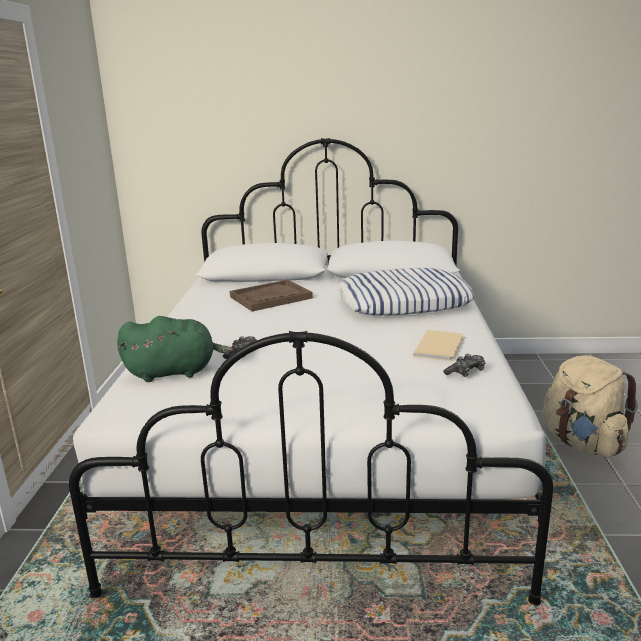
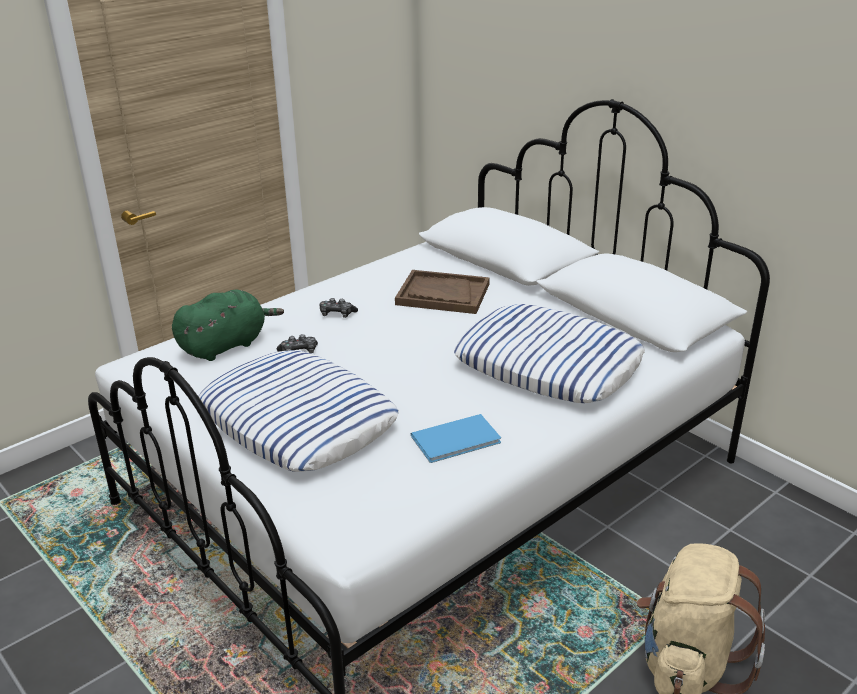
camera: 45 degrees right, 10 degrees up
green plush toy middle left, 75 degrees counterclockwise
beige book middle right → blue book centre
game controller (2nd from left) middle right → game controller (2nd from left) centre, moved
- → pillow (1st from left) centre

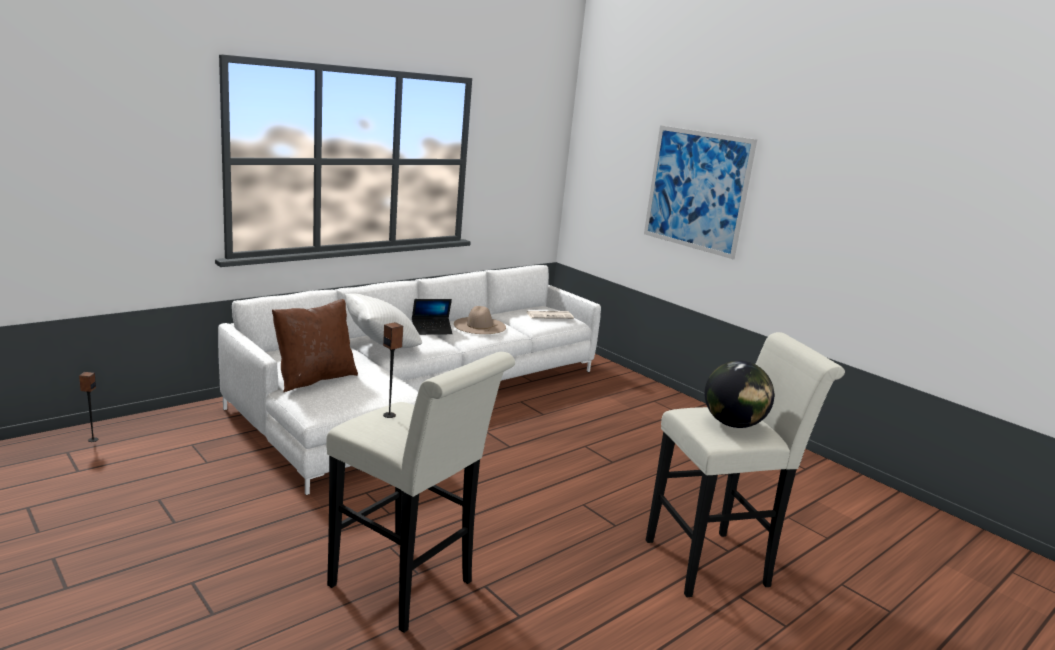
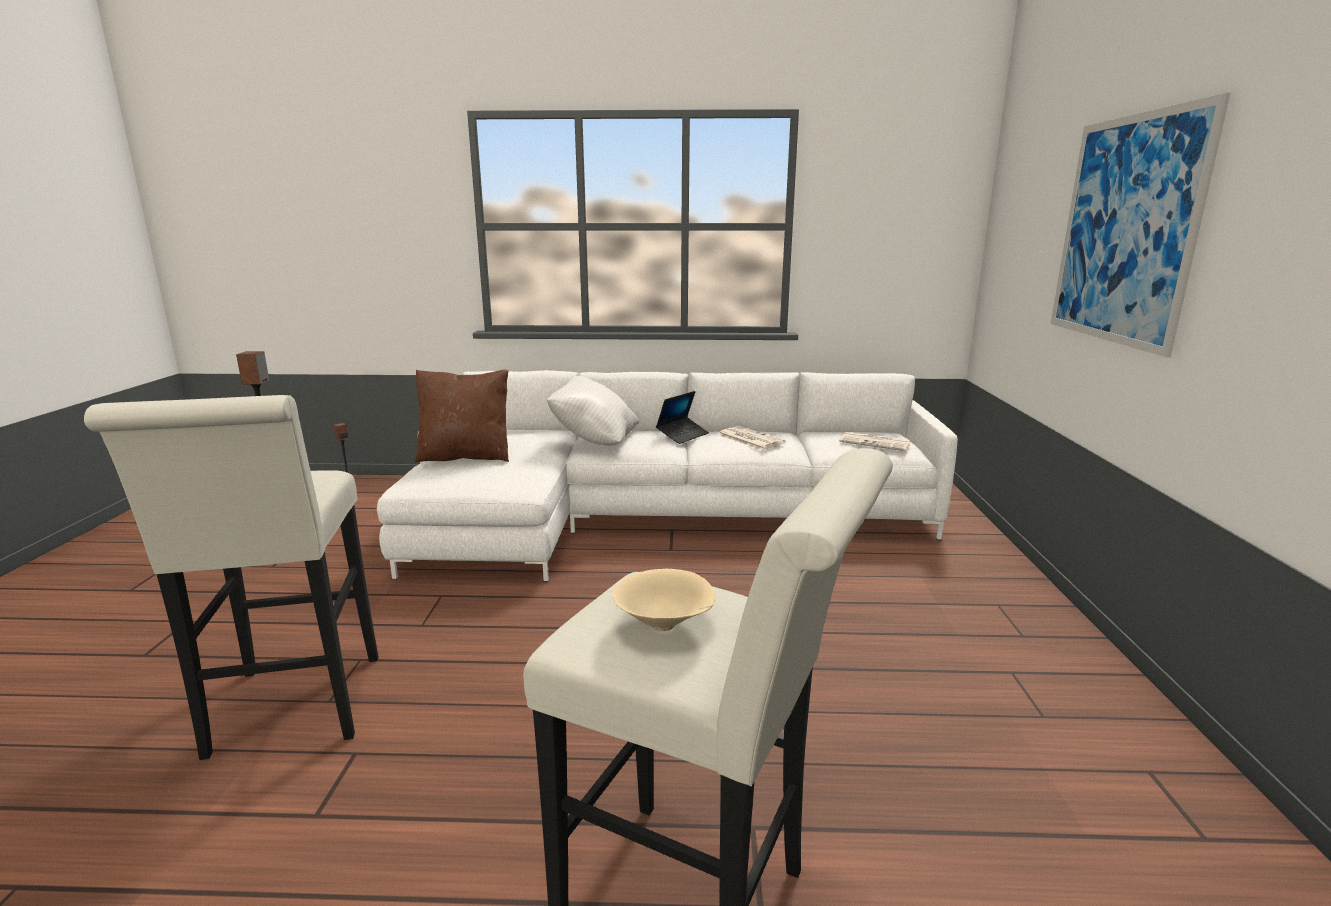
camera: 45 degrees right, 0 degrees up
laptop centre, 75 degrees counterclockwise
beige hat centre → newspaper (1st from left) centre
globe middle right → beige bowl centre

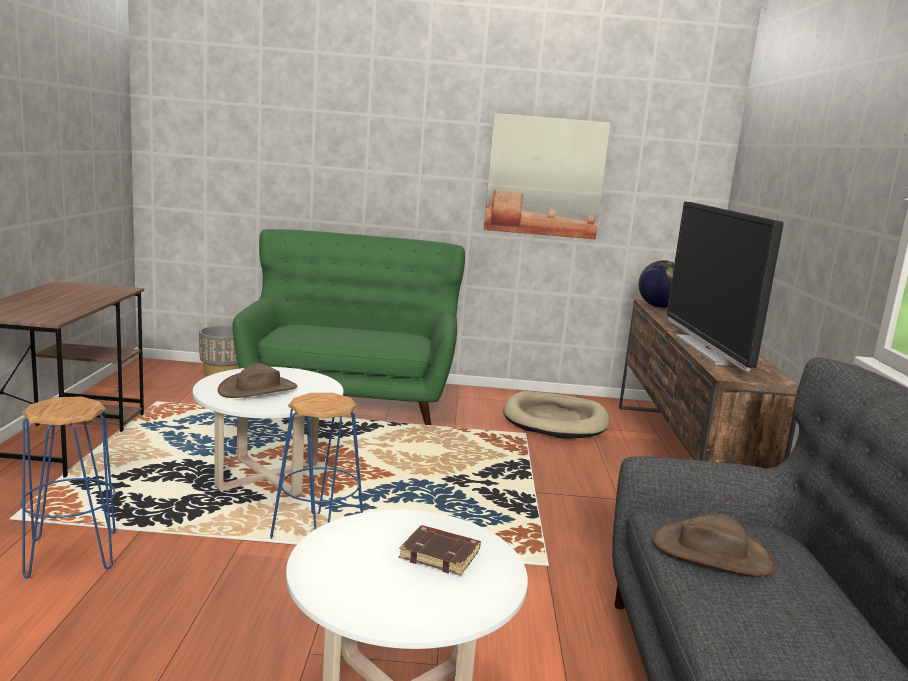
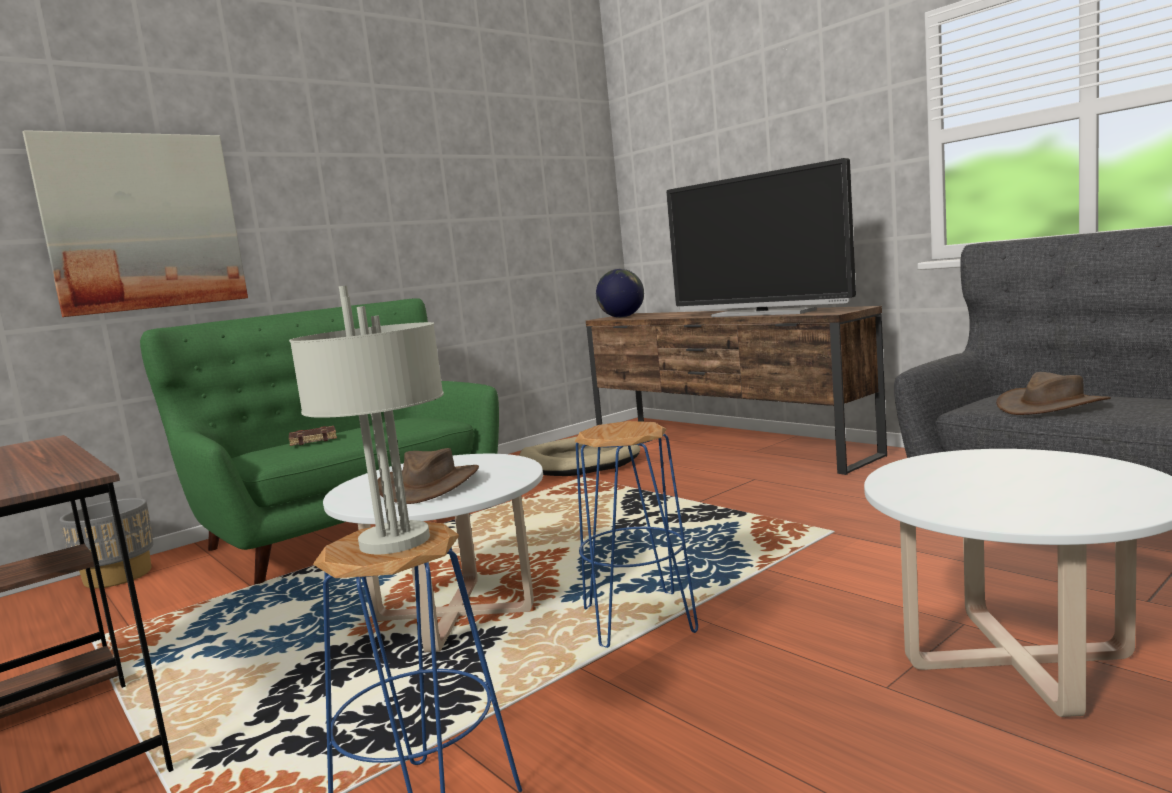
camera: 40 degrees left, 5 degrees down
brown book bottom centre → brown book middle left, moved
picture top centre → picture top left, moved
- → grey table lamp middle left

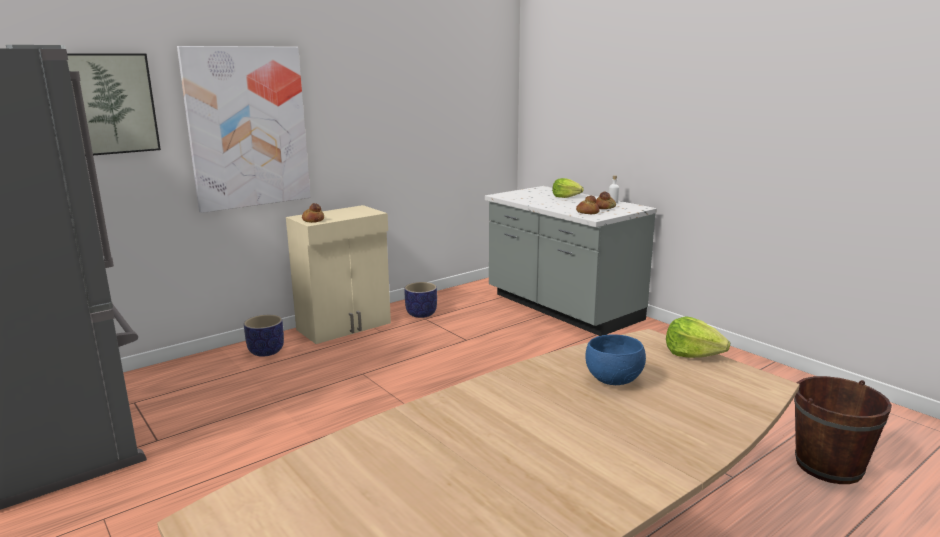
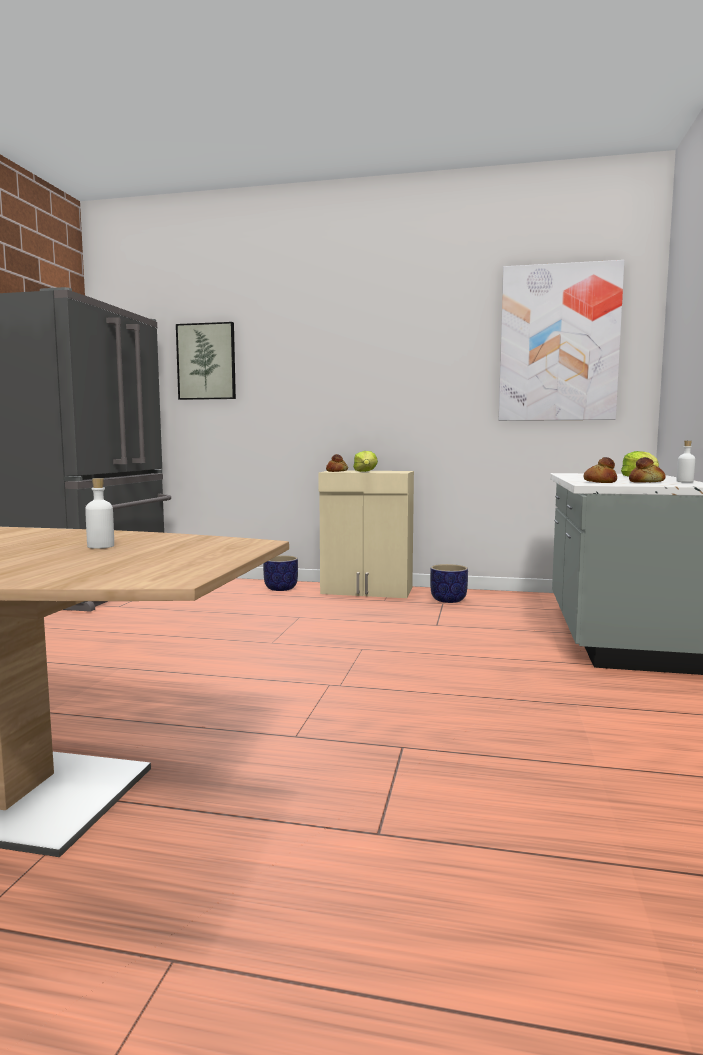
camera: 50 degrees right, 10 degrees down
picture (2nd from left) top left → picture (2nd from left) top right, moved
blue bowl bottom centre → white bottle (1st from left) middle left
lettuce (2nd from left in the first image) middle right → lettuce (1st from left) centre, moved
brown bucket bottom right → -

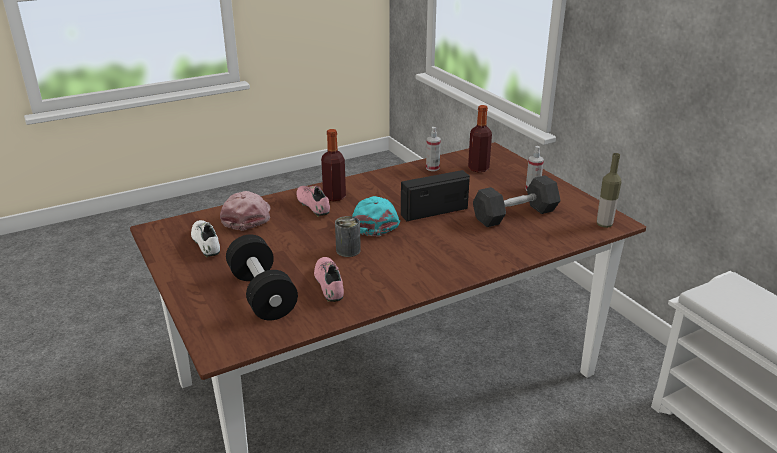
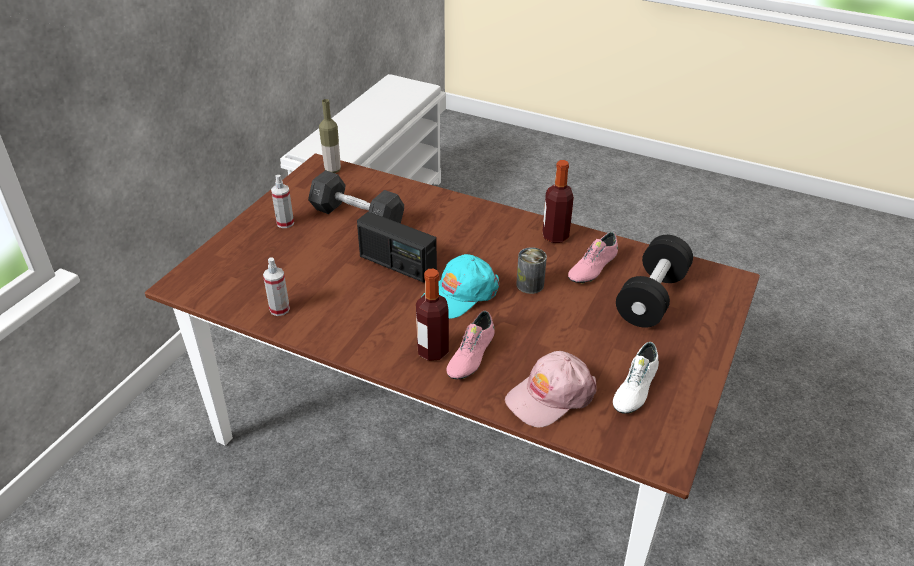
camera: 125 degrees left, 10 degrees up
bottle (2nd from left in the first image) top centre → bottle (3rd from left) centre, moved

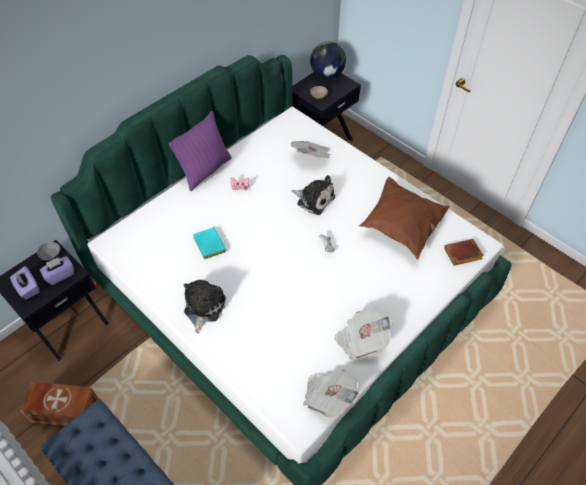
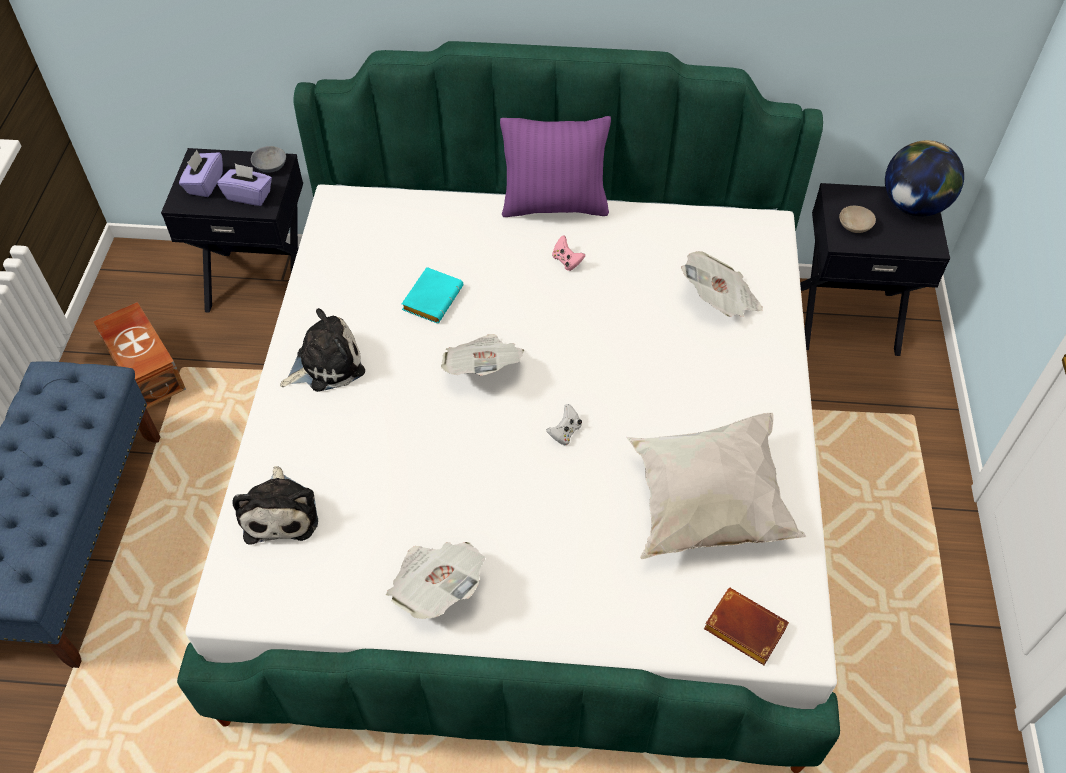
camera: 50 degrees right, 0 degrees up
plush toy (2nd from left in the first image) centre → plush toy (1st from left) middle left, moved
newspaper (2nd from left) bottom centre → newspaper (2nd from left) centre, moved
brown pillow middle right → white pillow middle right

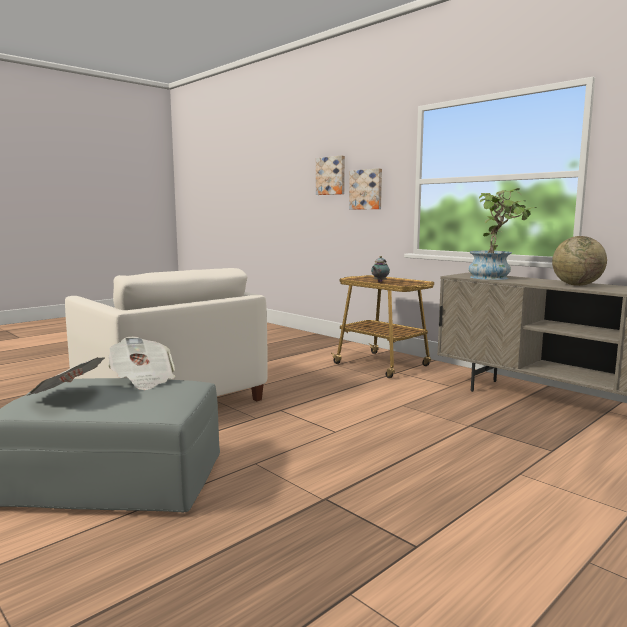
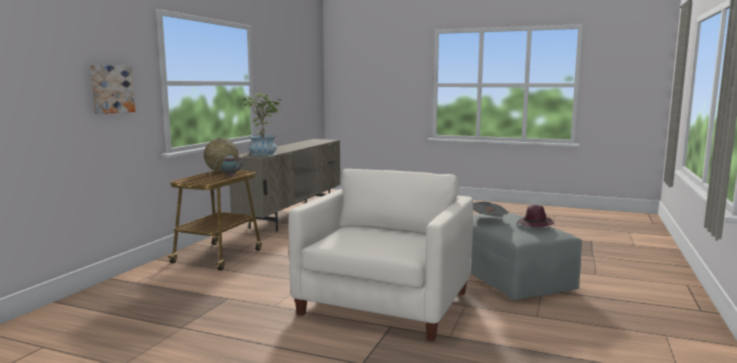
camera: 115 degrees left, 0 degrees up
newspaper (1st from left) middle left → purple hat middle right
picture (1st from left) top centre → -
globe middle right → globe middle left, moved

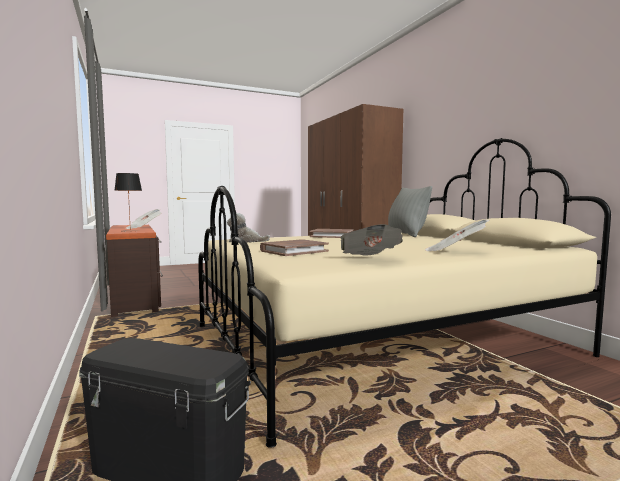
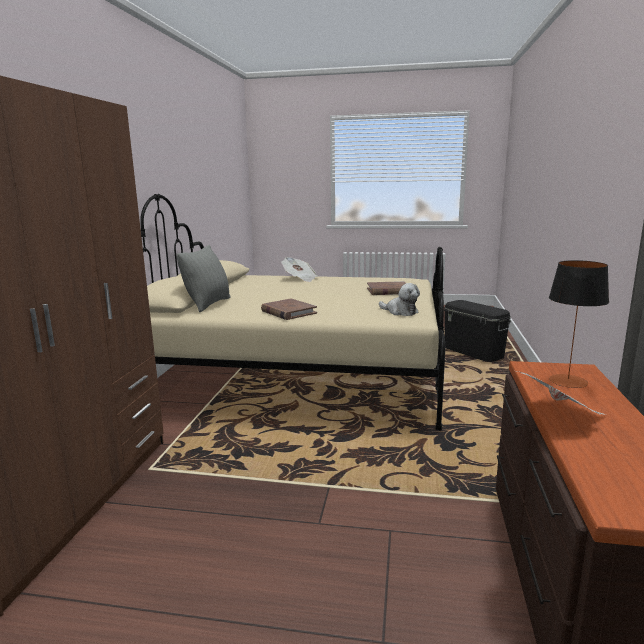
camera: 145 degrees left, 10 degrees up
newspaper (2nd from left) centre → -

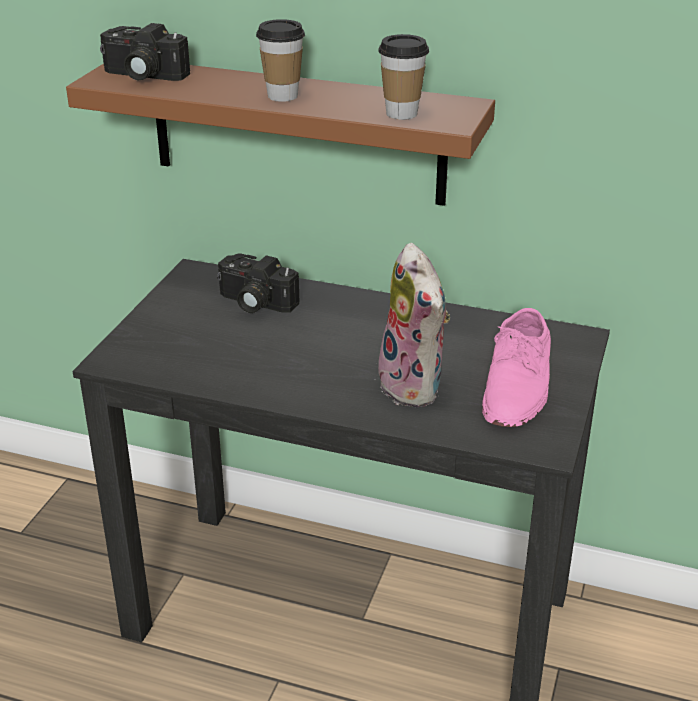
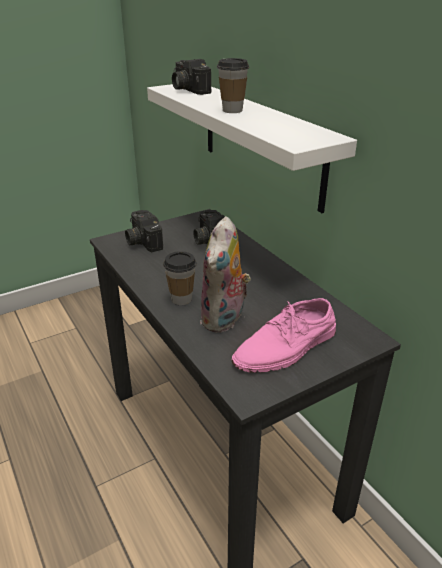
camera: 40 degrees right, 0 degrees up
brown shelf top centre → white shelf top centre
cup (2nd from left in the first image) top centre → cup (1st from left) centre, moved
- → photo camera (1st from left) middle left

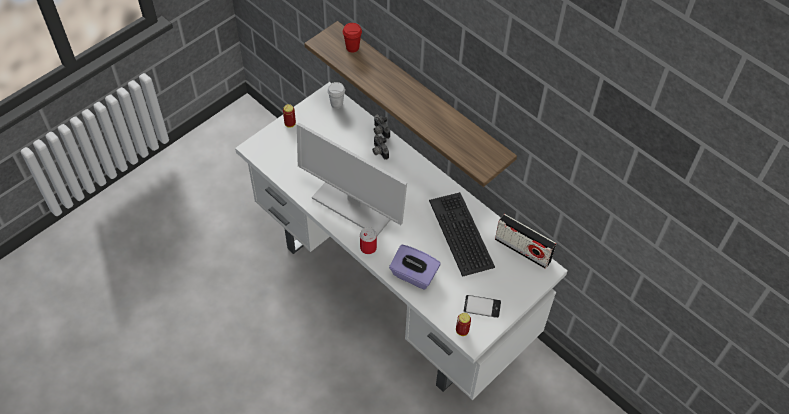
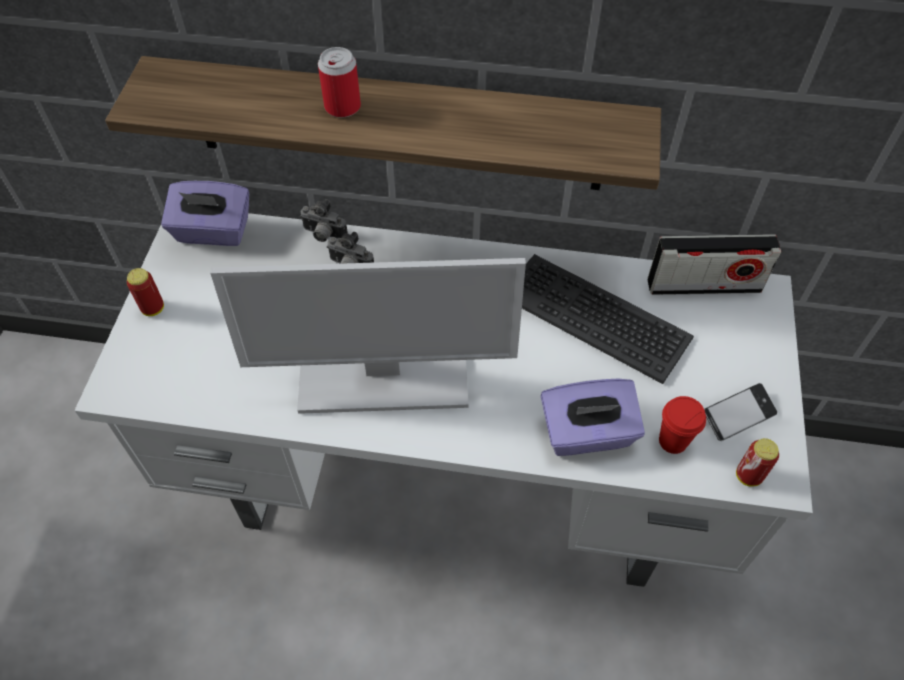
camera: 35 degrees left, 0 degrees up
white cup top centre → purple tissue box (1st from left) top left
red cup top centre → red cup middle right, moved
can (2nd from left) centre → can (2nd from left) top centre, moved

